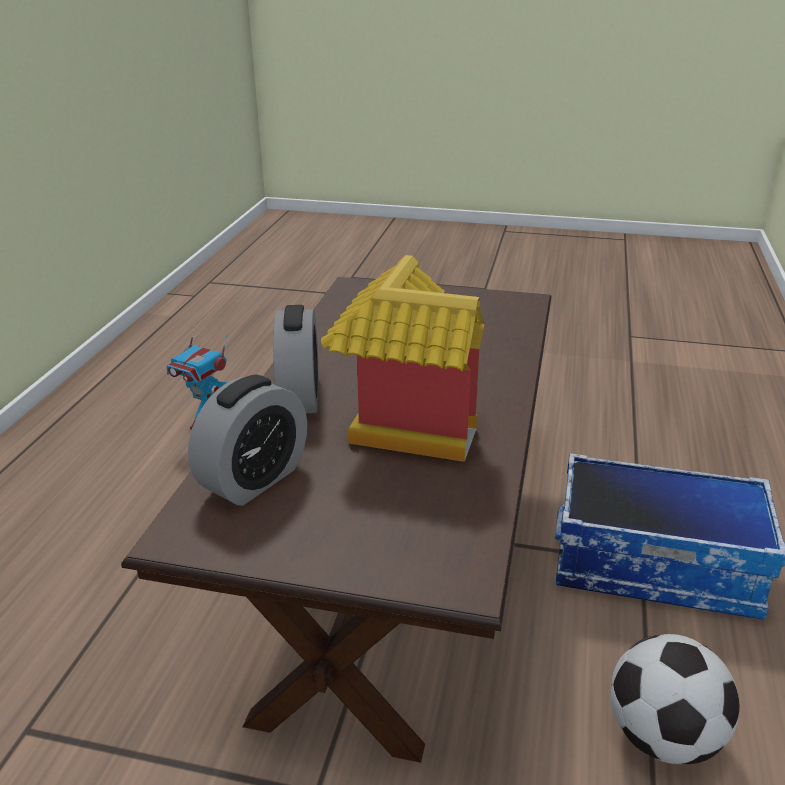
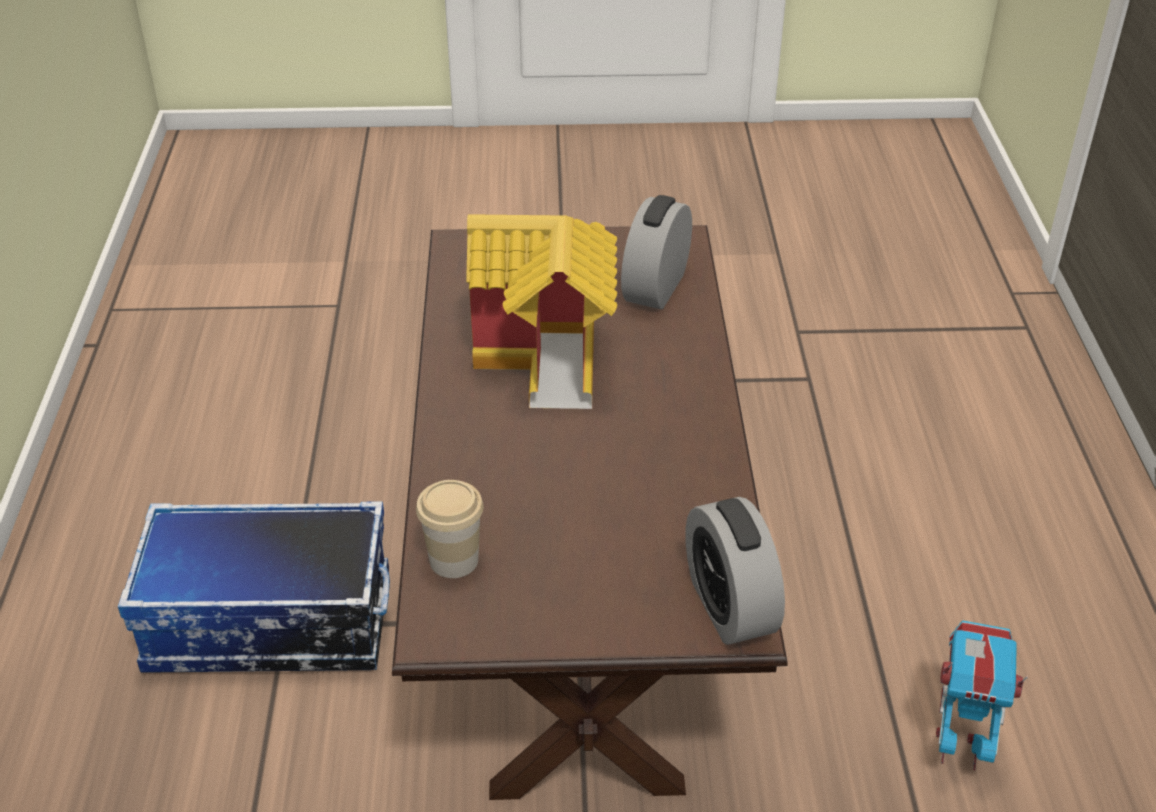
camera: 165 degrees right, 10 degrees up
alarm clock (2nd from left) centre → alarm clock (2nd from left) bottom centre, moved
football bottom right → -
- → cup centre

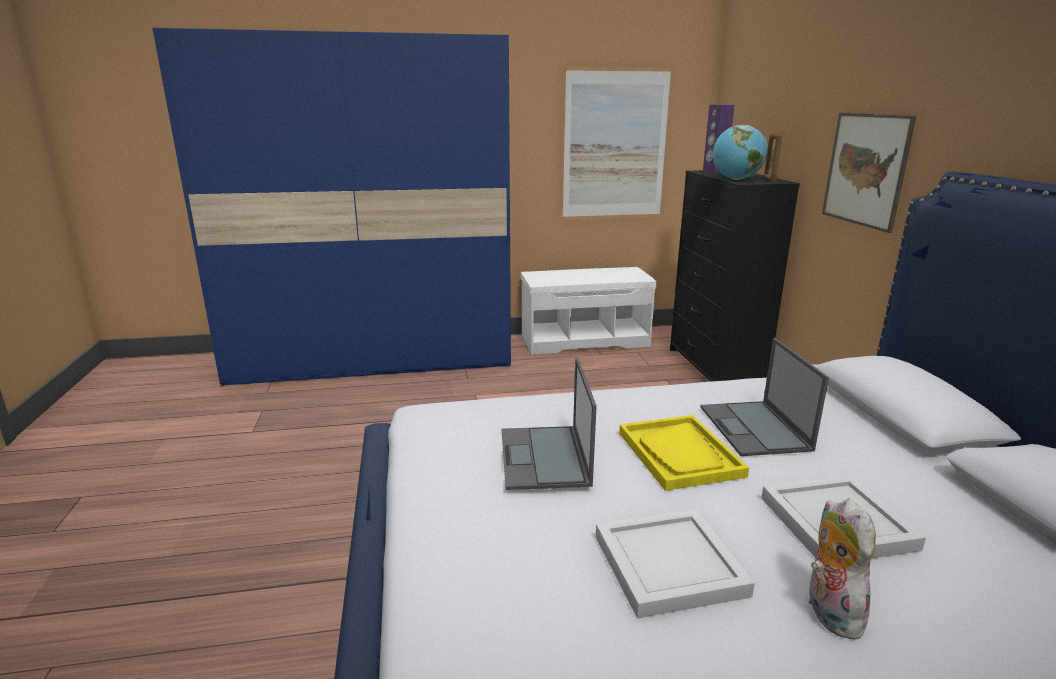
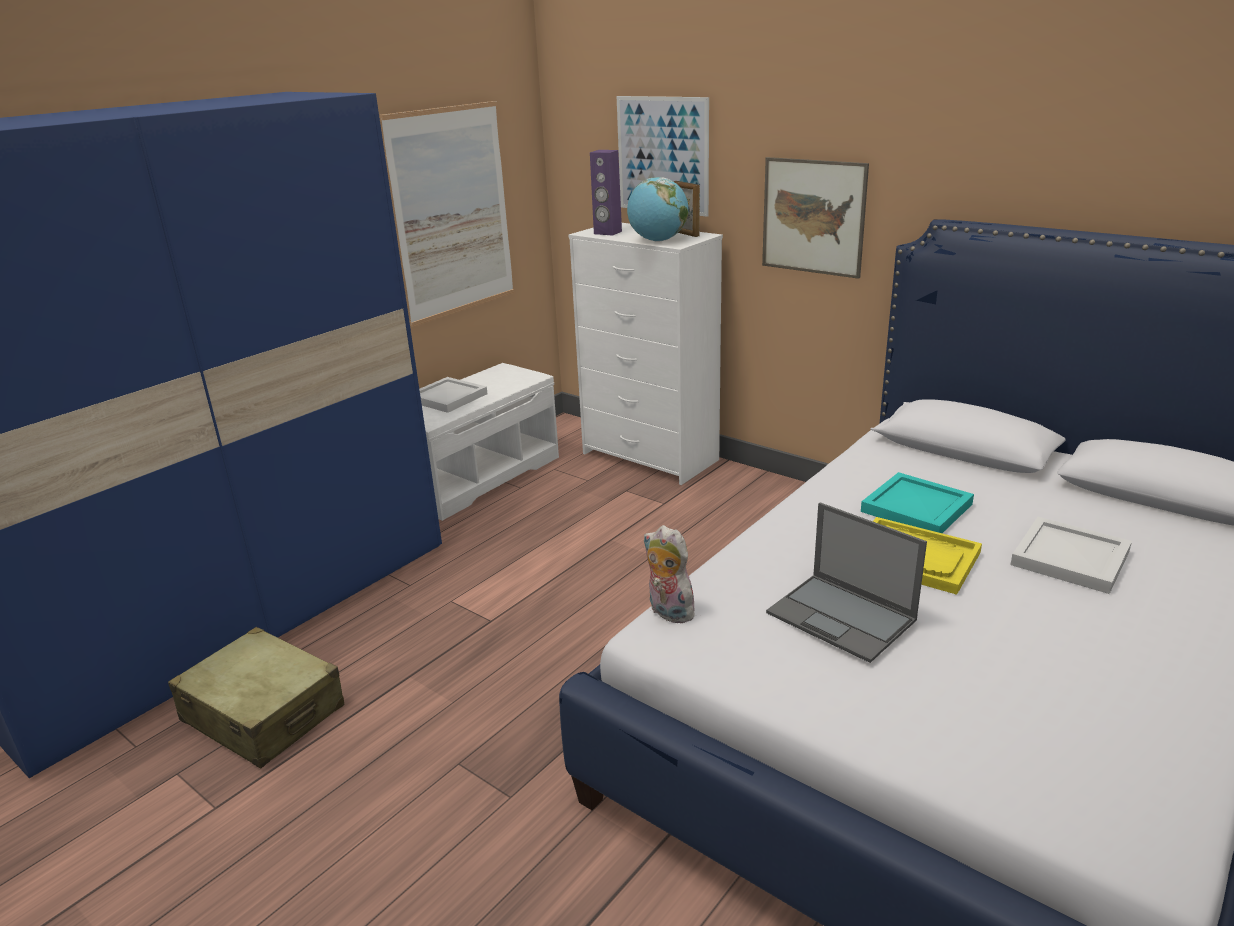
camera: 40 degrees left, 5 degrees up
white tray (1st from left) bottom centre → white tray (1st from left) centre, moved
black dresser middle right → white dresser centre
laptop (2nd from left) middle right → turquoise tray middle right
plush toy bottom right → plush toy centre, moved
- → beige suitcase bottom left
- → picture (2nd from left) top centre

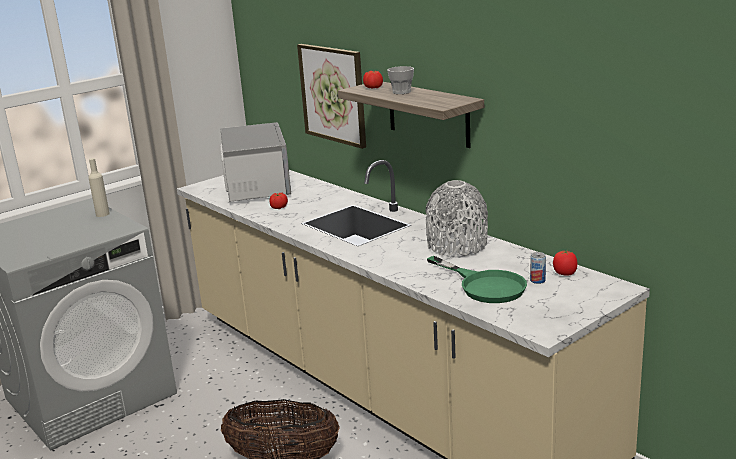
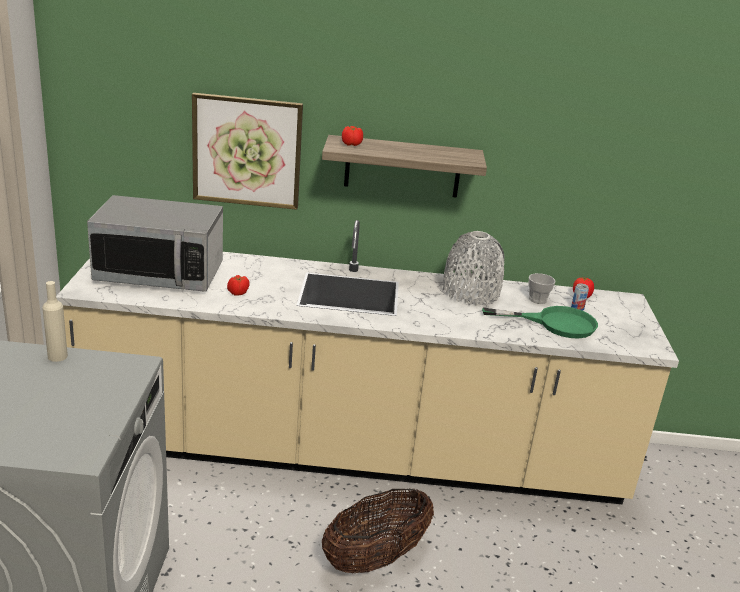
camera: 50 degrees left, 5 degrees up
microwave centre → microwave middle left, 150 degrees clockwise
cup top centre → cup middle right, moved

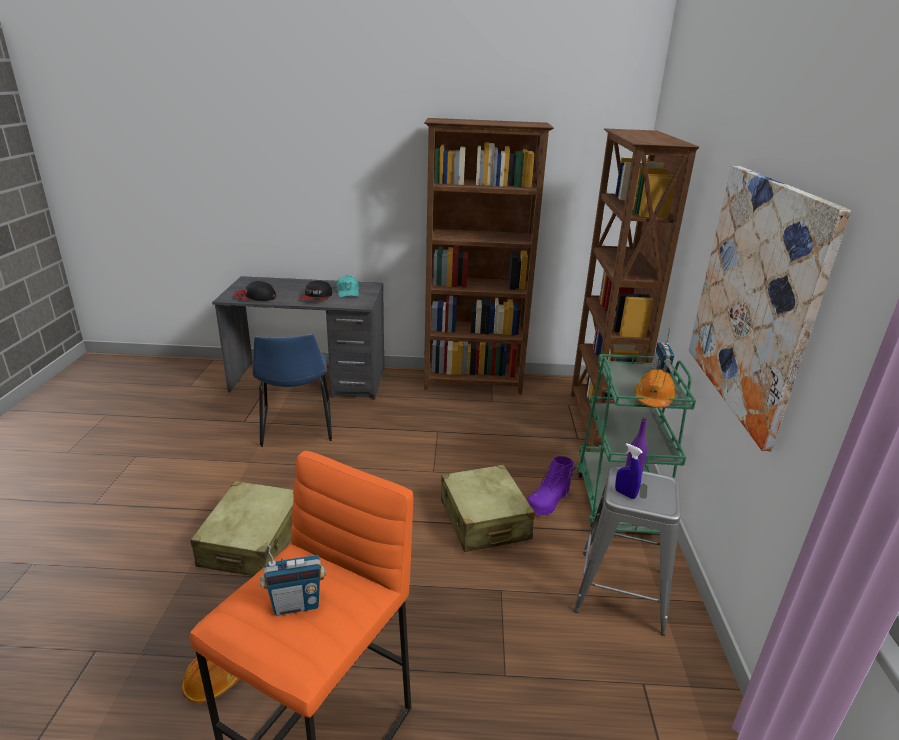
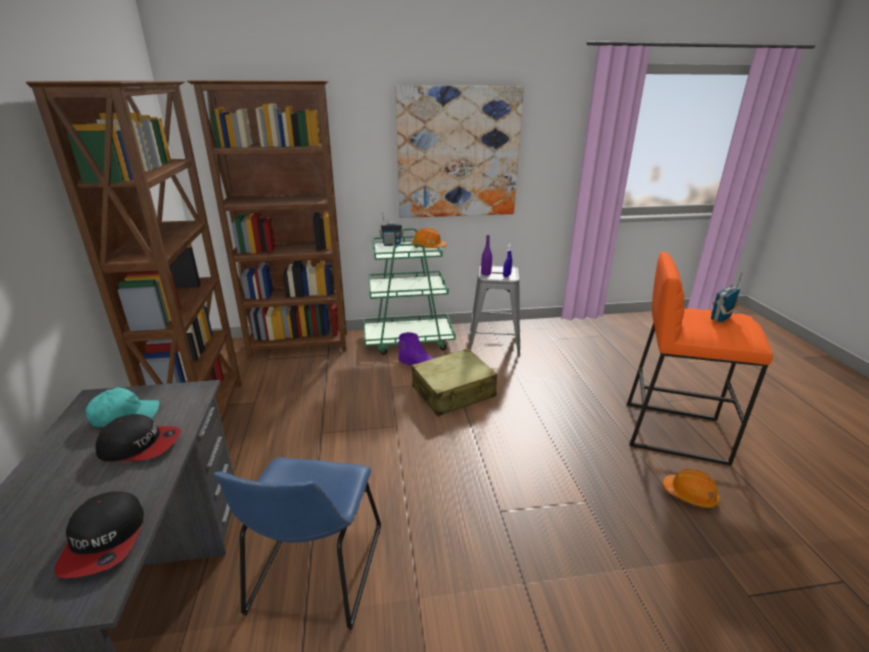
camera: 100 degrees left, 0 degrees up
beige suitcase (1st from left) bottom left → -
blue chair middle left → blue chair bottom centre, 120 degrees clockwise
radio (1st from left in the first image) bottom left → radio (2nd from left) middle right, 105 degrees counterclockwise

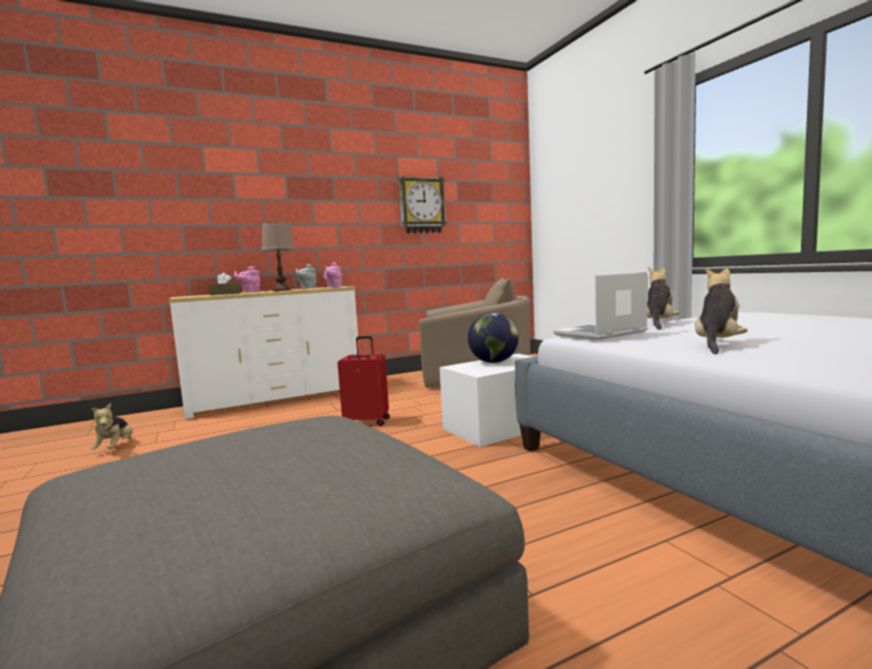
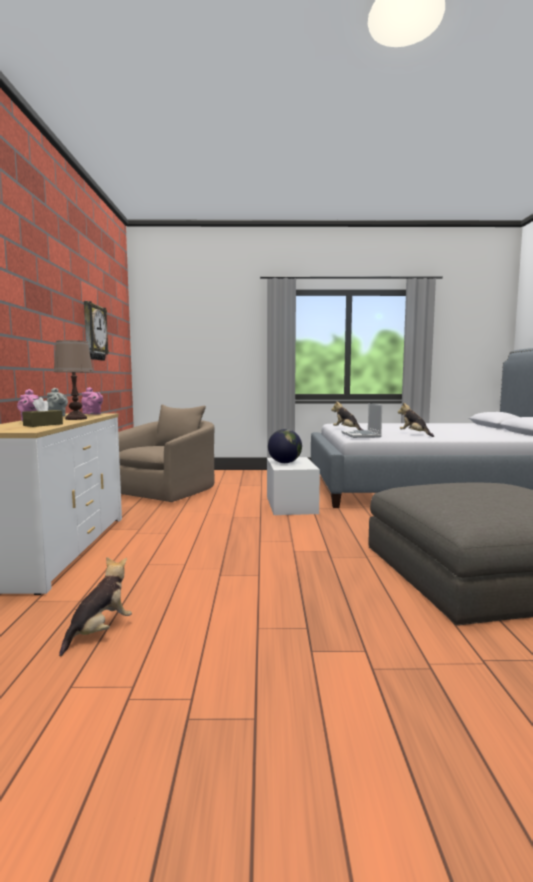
camera: 65 degrees left, 0 degrees up
plush toy (1st from left) middle left → plush toy (1st from left) bottom left, 75 degrees counterclockwise
red suitcase centre → -

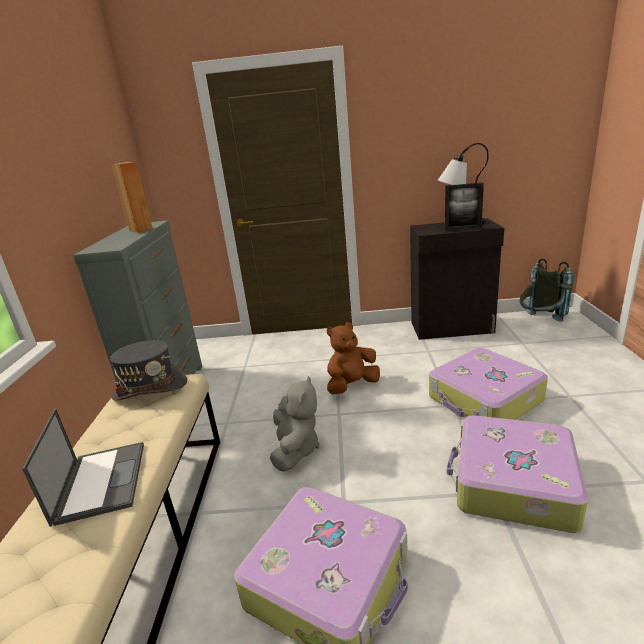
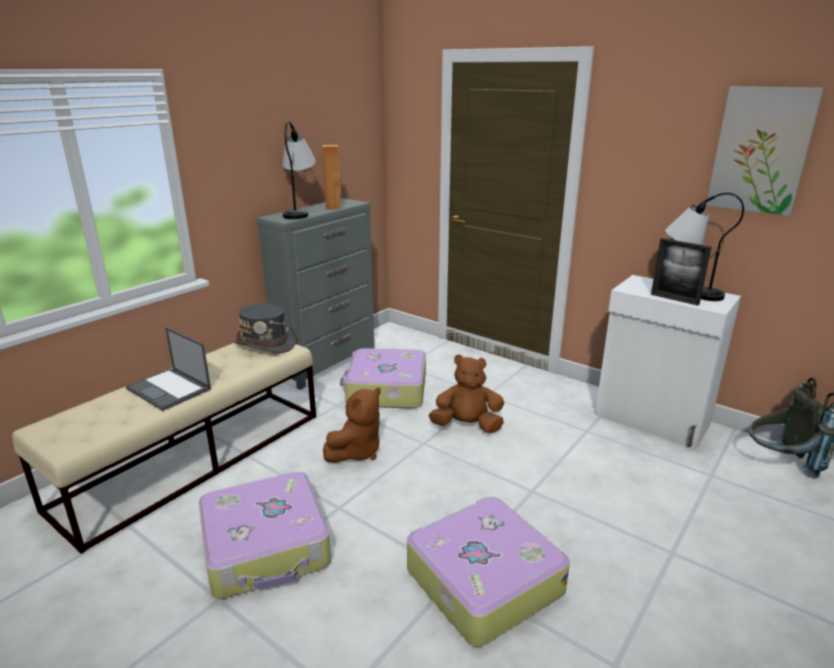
camera: 35 degrees right, 0 degrees up
laptop bottom left → laptop middle left, 105 degrees clockwise
grey plush toy centre → brown plush toy (1st from left) centre
black cabinet middle right → white cabinet middle right
suitcase (2nd from left) middle right → suitcase (2nd from left) centre, moved
- → table lamp (1st from left) top centre
- → picture top right

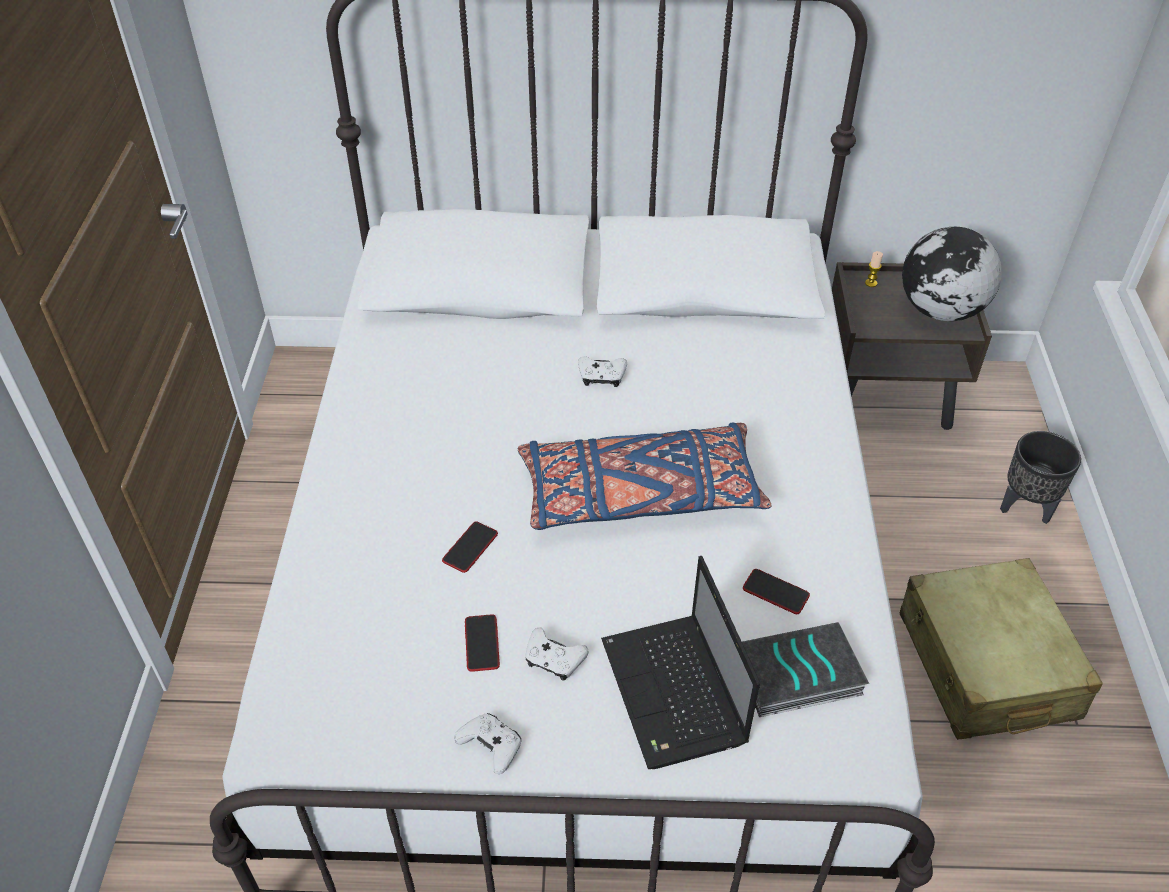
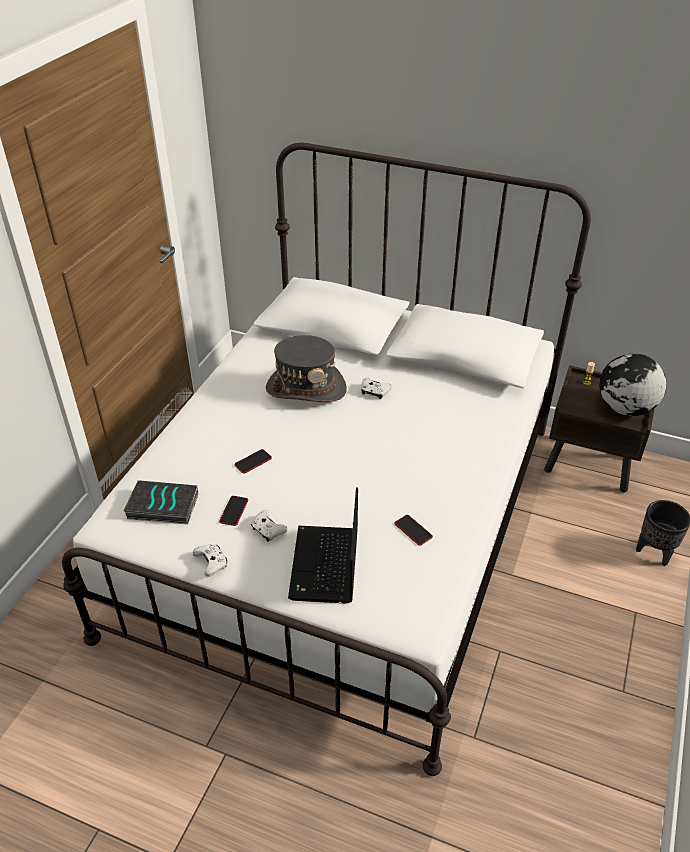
camera: 20 degrees right, 5 degrees down
blue pillow centre → -
book bottom right → book middle left, moved
beige suitcase bottom right → -
- → grey hat centre

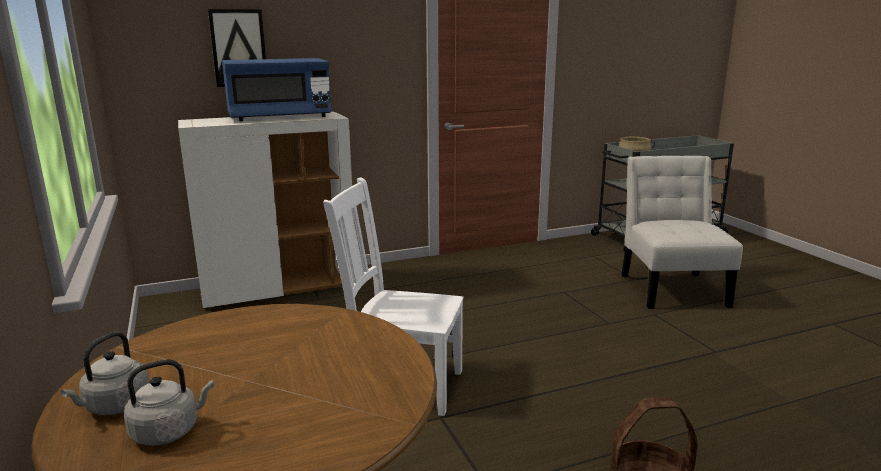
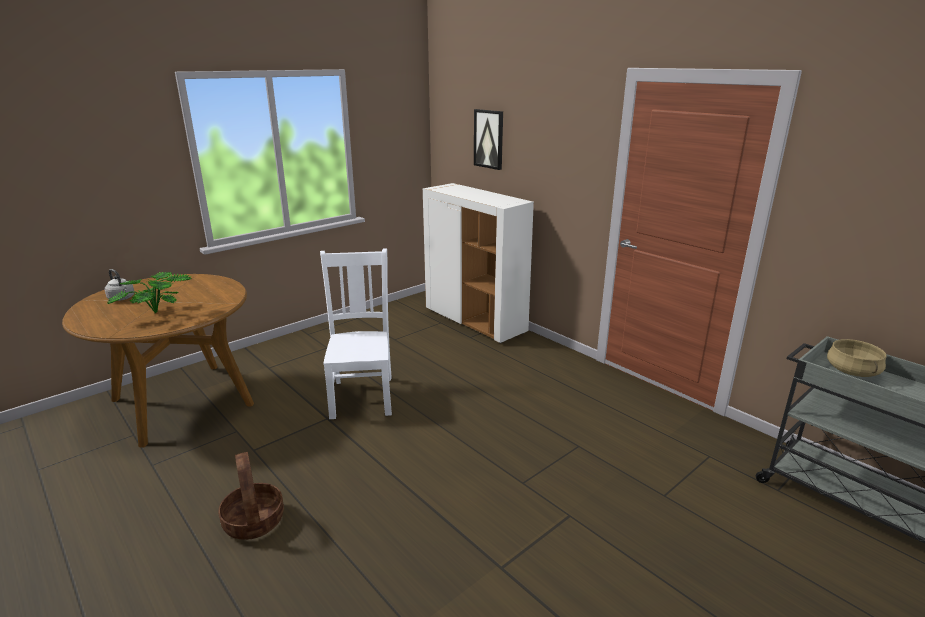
camera: 70 degrees right, 5 degrees up
grey kettle (1st from left) bottom left → -
blue microwave top left → -
white chair (2nd from left) middle right → -
- → potted plant middle left

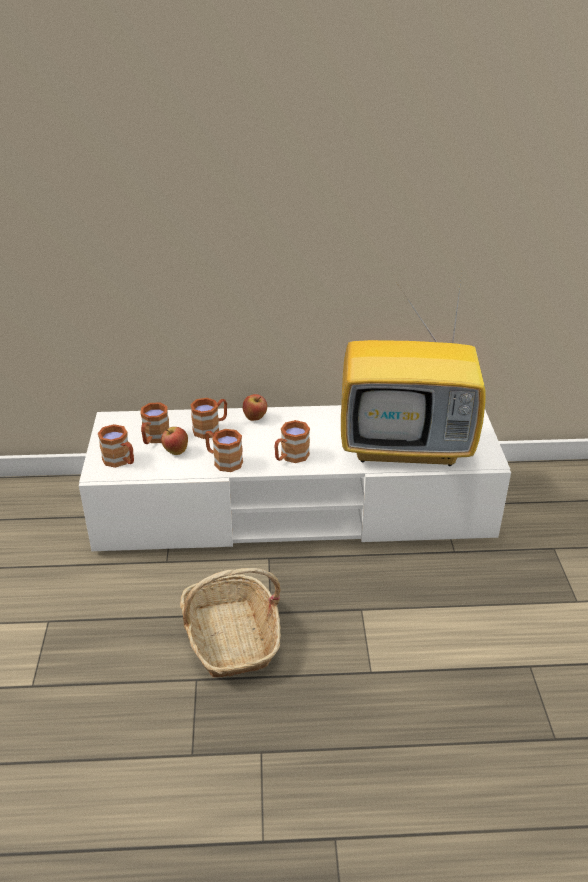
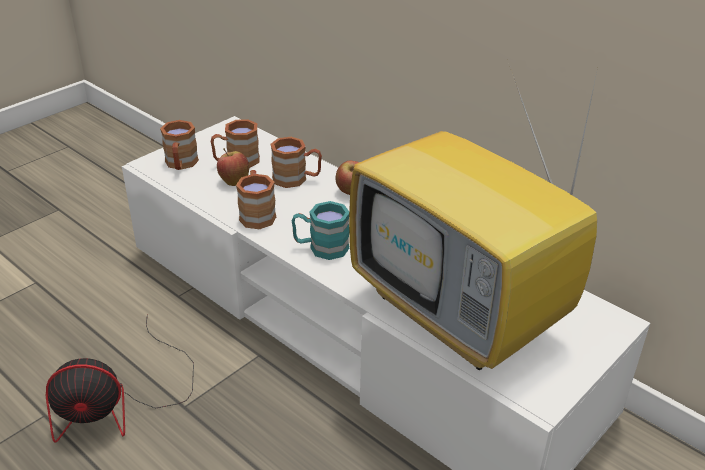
camera: 45 degrees right, 0 degrees up
basket bottom centre → fan bottom left
brown mug (5th from left) centre → turquoise mug centre

